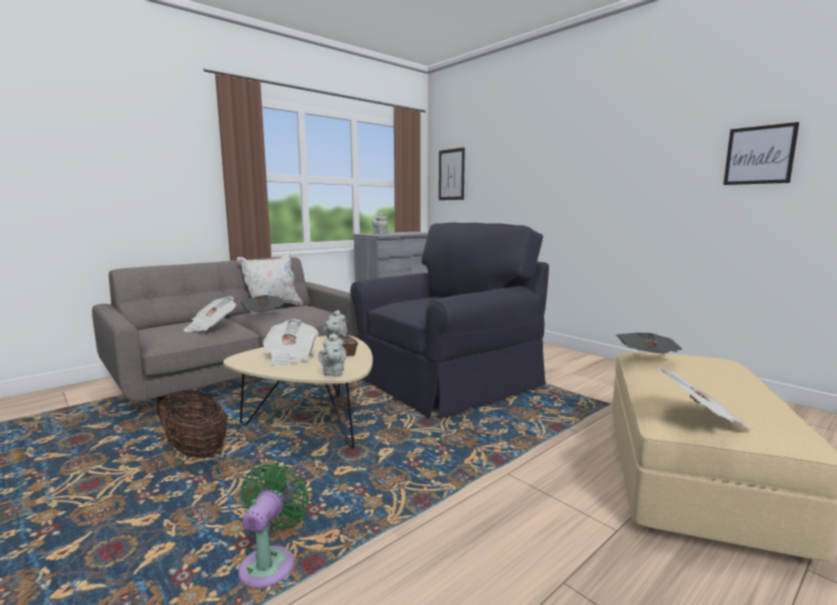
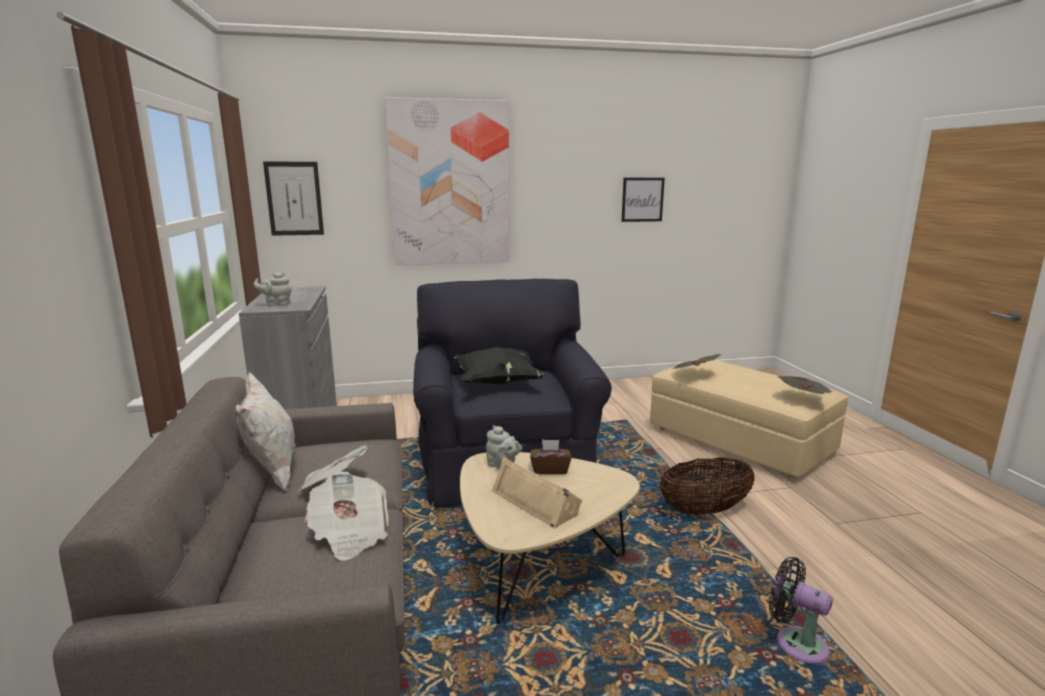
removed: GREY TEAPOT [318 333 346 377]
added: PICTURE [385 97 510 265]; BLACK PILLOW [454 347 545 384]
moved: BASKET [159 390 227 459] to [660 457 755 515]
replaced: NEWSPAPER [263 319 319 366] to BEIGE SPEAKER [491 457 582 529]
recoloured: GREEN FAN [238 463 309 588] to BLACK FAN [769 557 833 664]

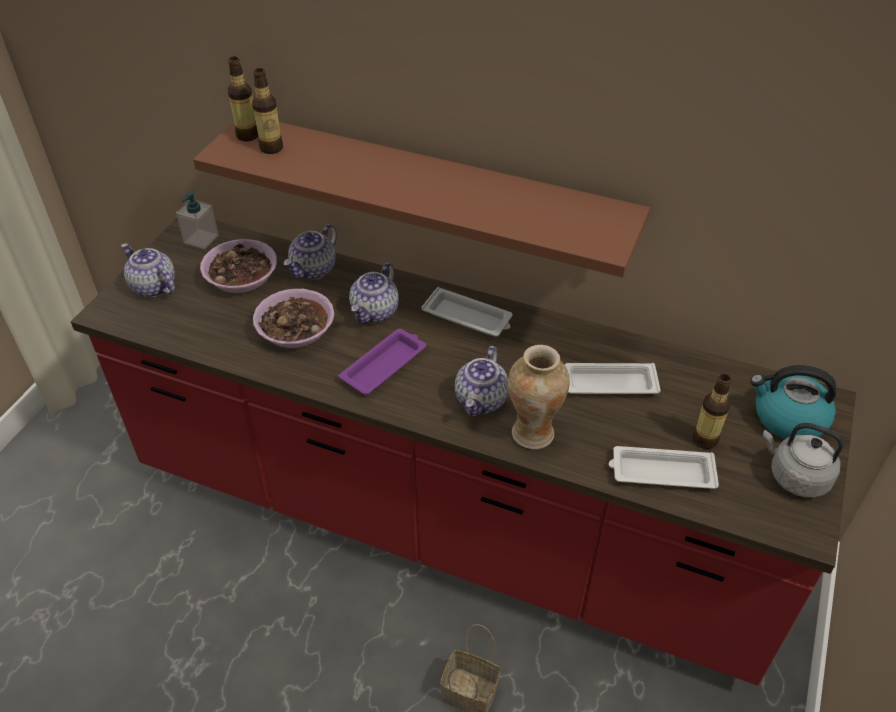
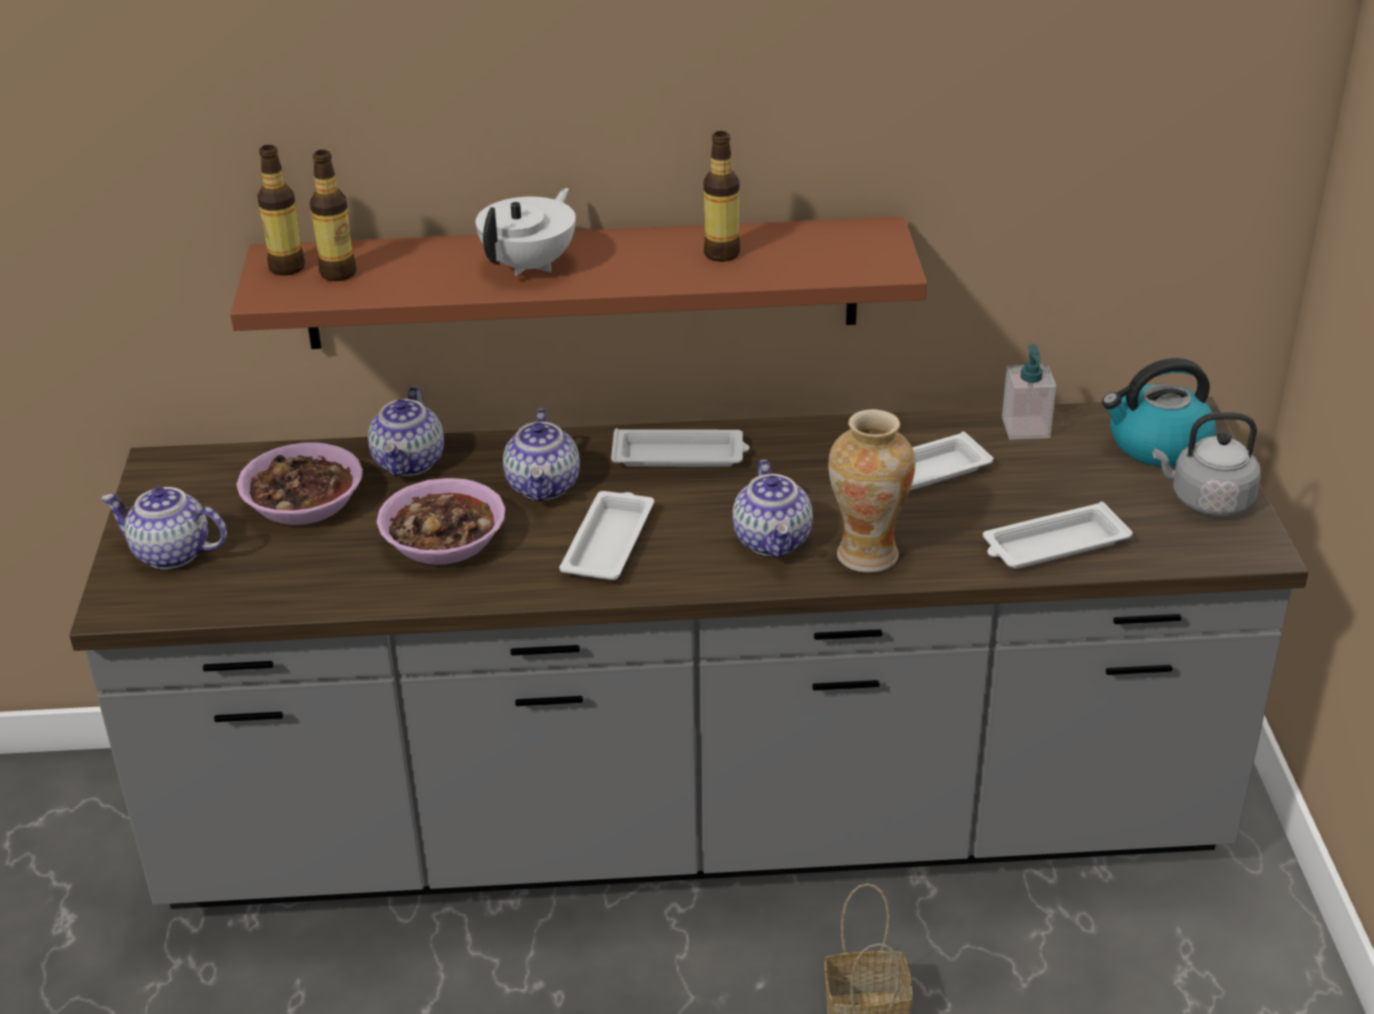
added: WHITE TEAPOT [476 188 576 276]
moved: BOTTLE [692 374 731 449] to [704 131 740 262]; SOAP DISPENSER [176 190 219 249] to [1002 344 1056 440]
recoloured: RED COUNTER [71 218 856 686] to GREY COUNTER [69 397 1308 909]; PURPLE TRAY [338 329 426 395] to WHITE TRAY [559 491 654 580]

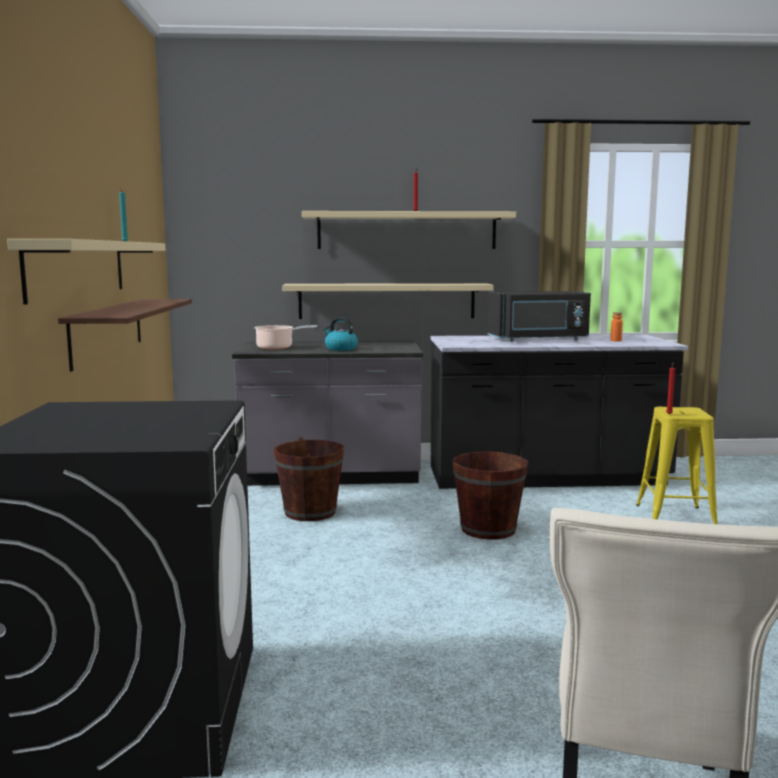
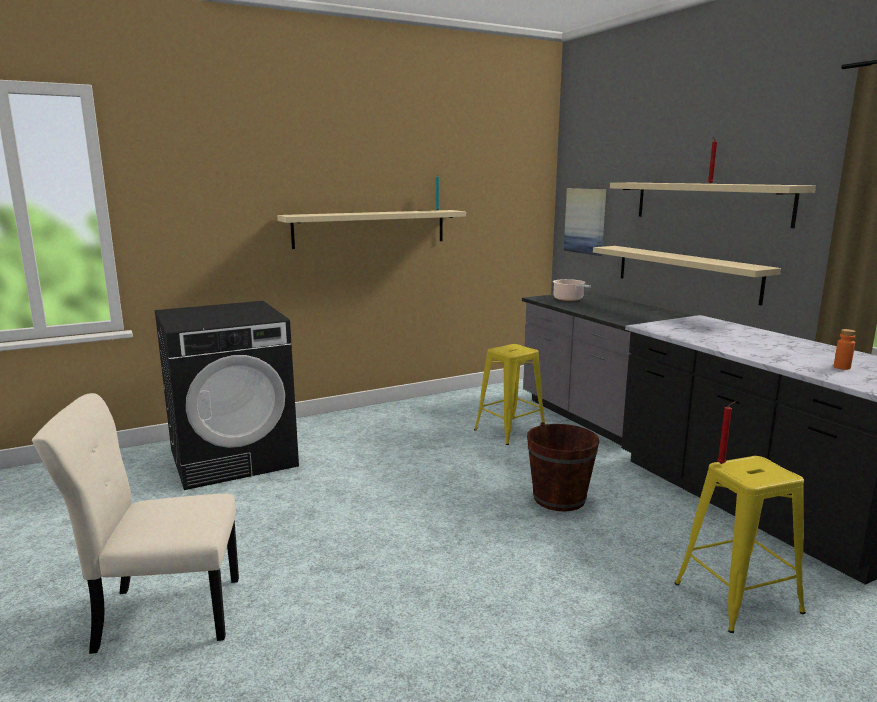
removed: SHELF [58 299 192 372]; KETTLE [324 317 358 351]; BLACK MICROWAVE [488 291 591 341]
added: PICTURE [564 188 606 256]
replaced: BROWN BUCKET [274 437 344 521] to YELLOW STOOL [474 344 545 445]

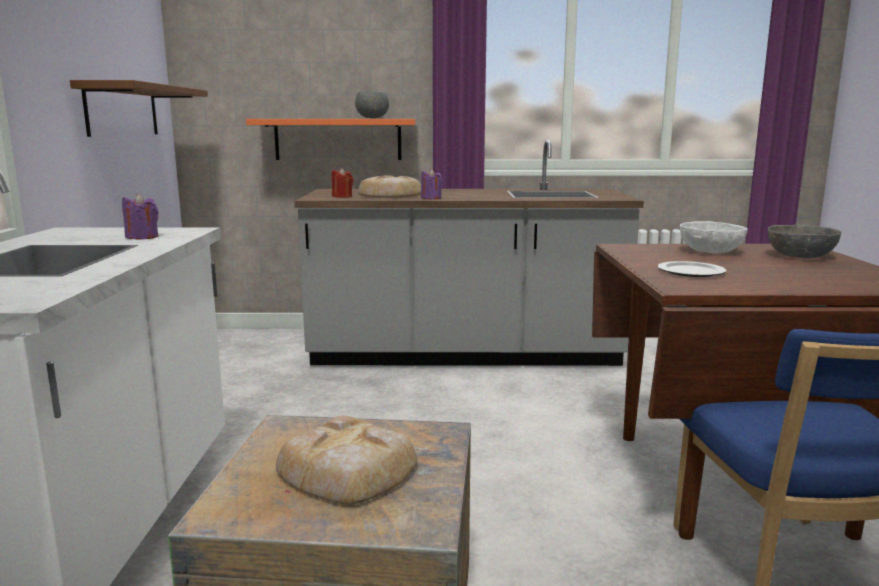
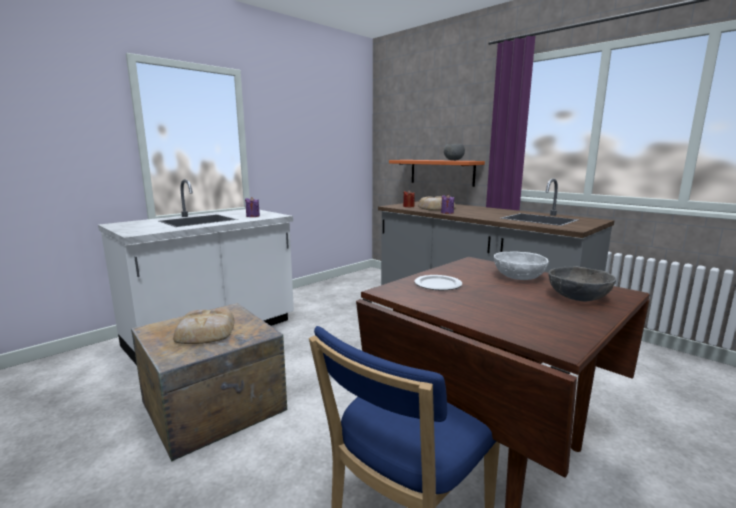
removed: BROWN SHELF [70 80 208 137]

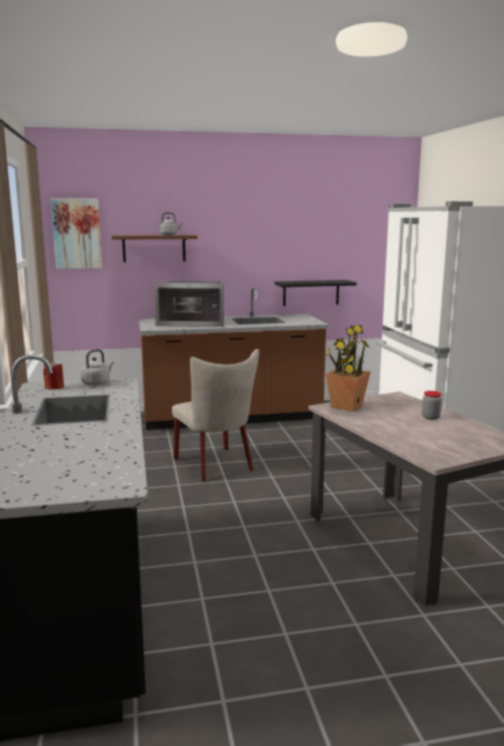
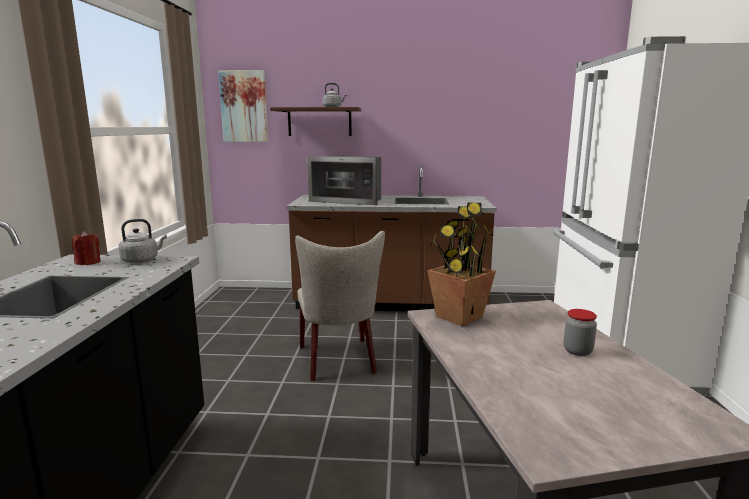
removed: BLACK SHELF [275 280 357 306]

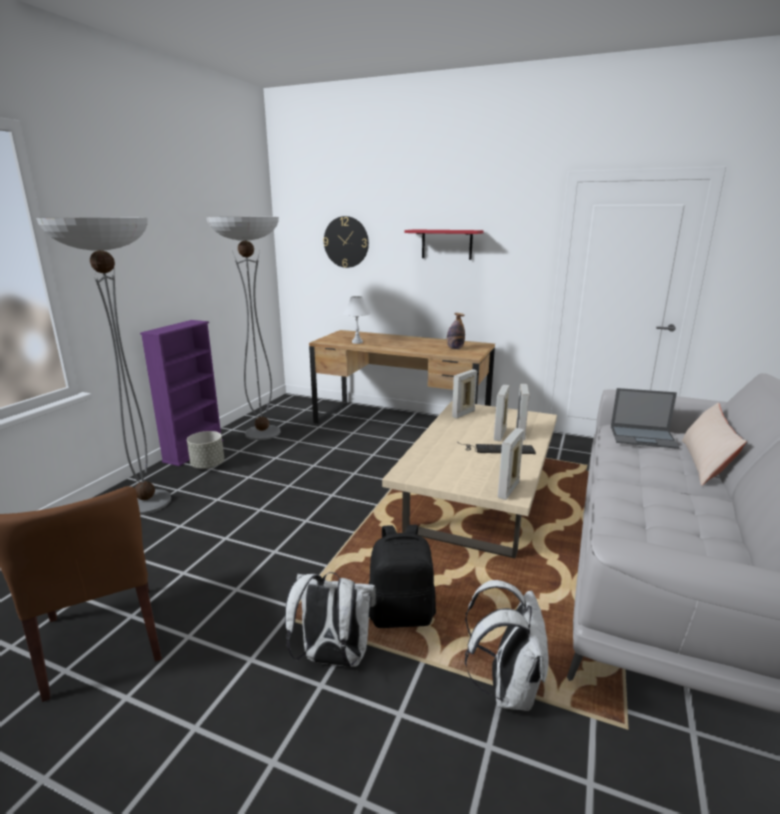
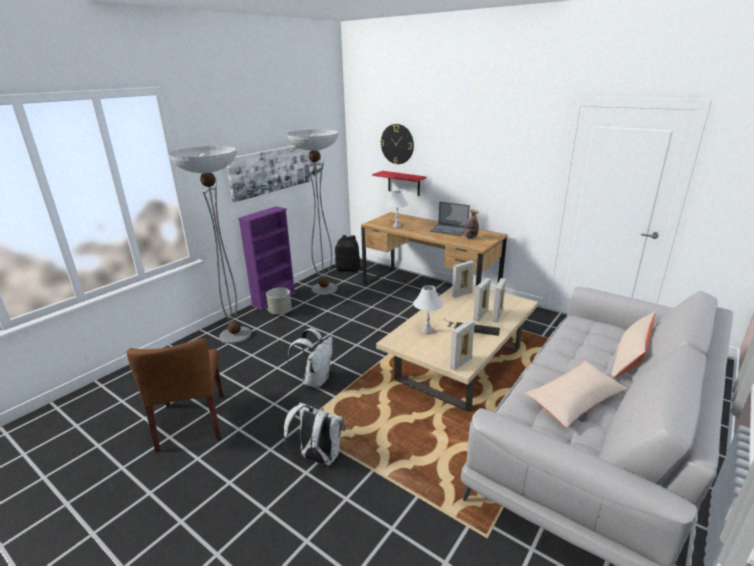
added: PICTURE [227 146 322 203]; WHITE TABLE LAMP [413 285 443 334]; BEIGE PILLOW [525 360 628 428]
moved: WHITE BACKPACK [465 580 549 711] to [287 328 332 388]; BLACK BACKPACK [369 525 436 628] to [335 235 361 272]; RED SHELF [404 229 484 260] to [372 171 426 196]; LAPTOP [611 388 679 449] to [430 202 470 236]

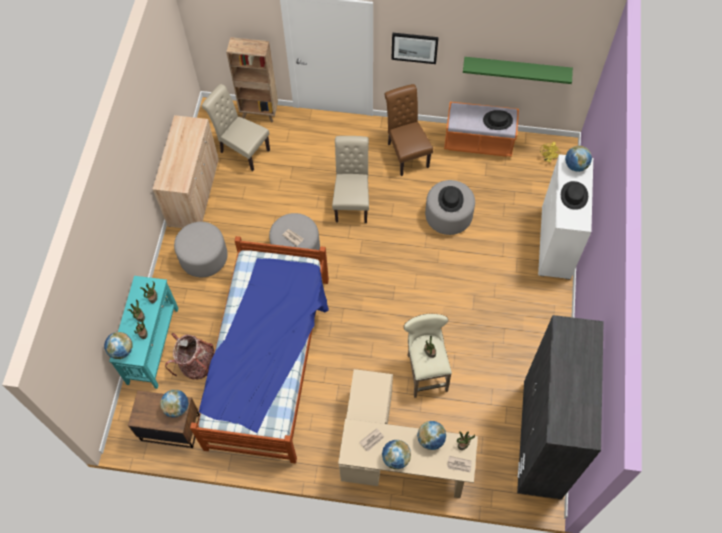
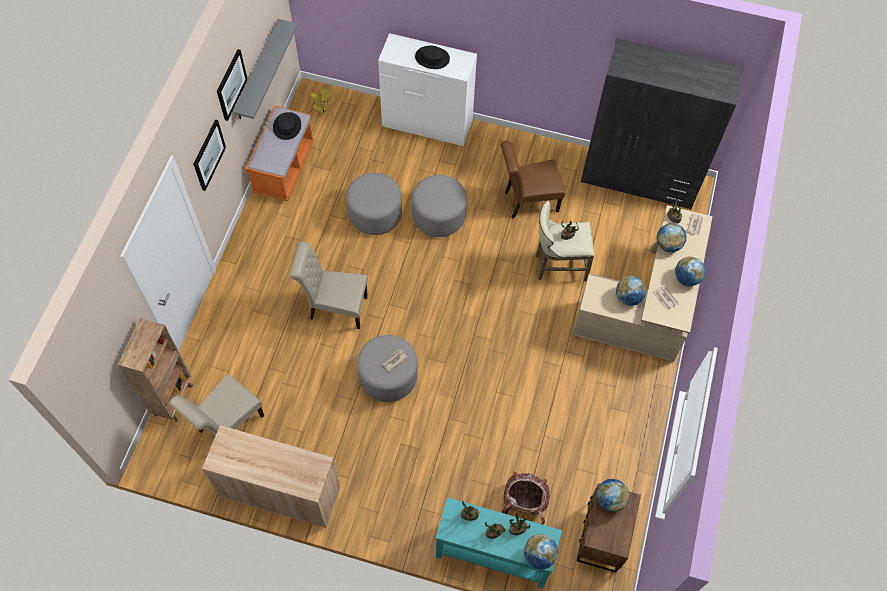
removed: BED [190 236 329 463]; BLACK HAT [438 186 464 212]
added: PICTURE [217 49 248 121]
moved: GREY OTTOMAN [174 222 228 277] to [412 175 467 237]; BROWN CHAIR [385 84 433 176] to [501 141 565 219]; GLOBE [565 145 592 172] to [616 276 646 306]
recoloured: GREEN SHELF [463 57 573 84] to GREY SHELF [233 19 298 119]

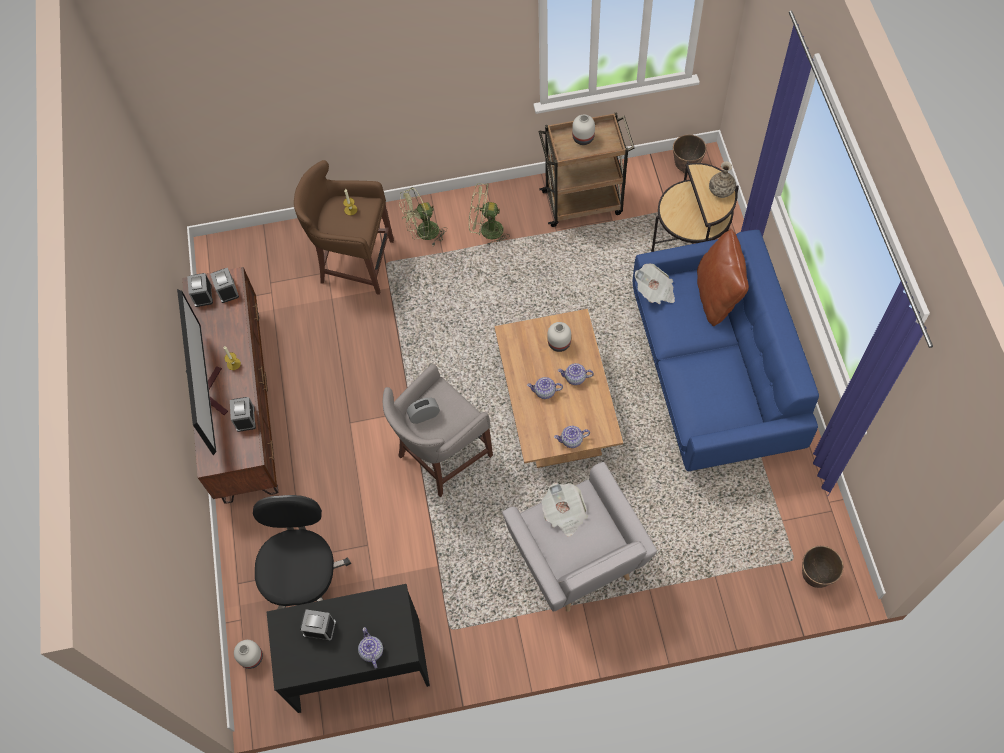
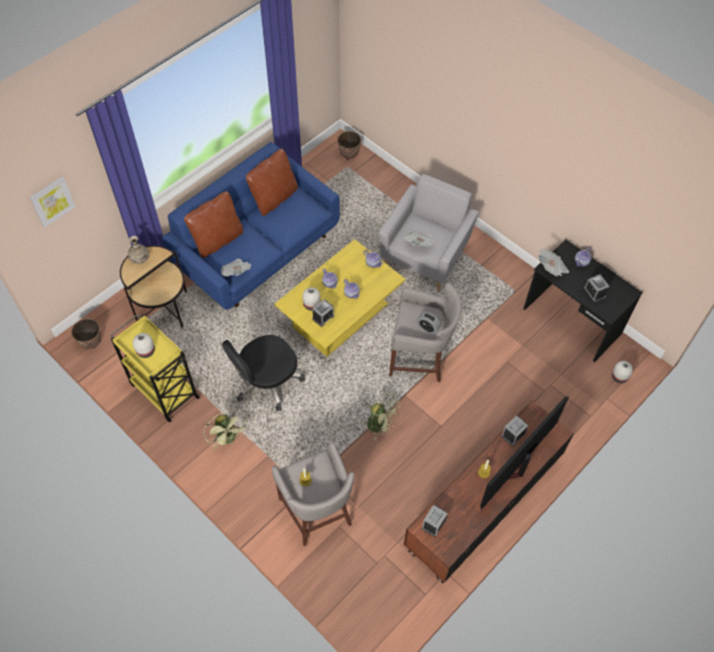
added: PICTURE [29 176 76 228]; BROWN PILLOW [246 149 298 216]; NEWSPAPER [537 249 569 277]
moved: BLACK OFFICE CHAIR [253 495 351 609] to [222 335 305 411]; ALARM CLOCK [187 273 213 307] to [312 299 335 327]; GREEN FAN [399 187 447 246] to [367 391 401 441]
recoloured: BROWN CART [539 113 635 227] to YELLOW CART [110 314 200 422]; BROWN STOOL [294 160 394 295] to GREY STOOL [272 441 354 546]; BROWN COFFEE TABLE [494 309 623 468] to YELLOW COFFEE TABLE [274 239 406 357]

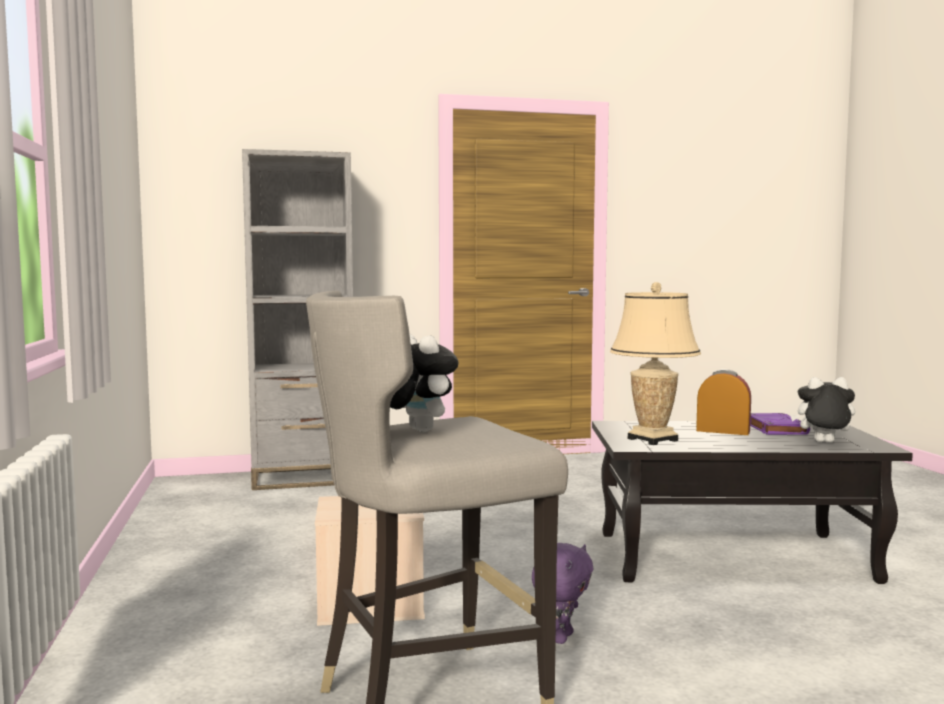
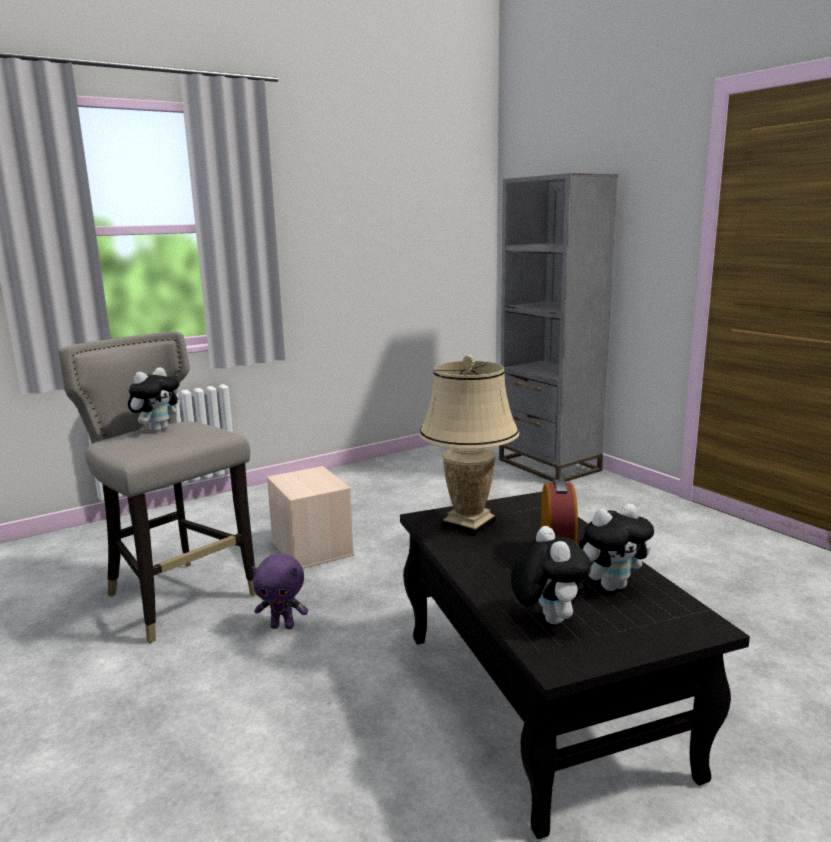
replaced: PURPLE BOOK [750 413 810 435] to PLUSH TOY [579 504 654 591]

